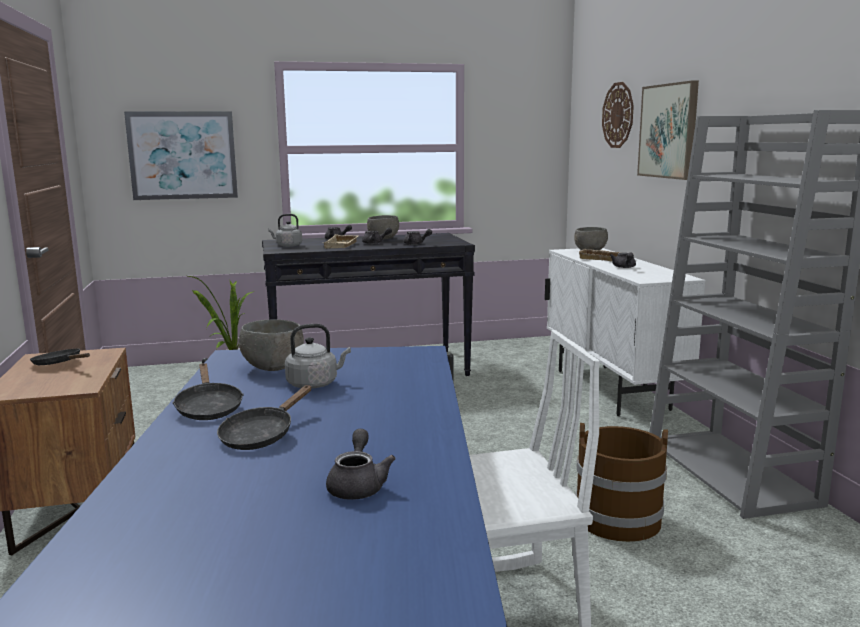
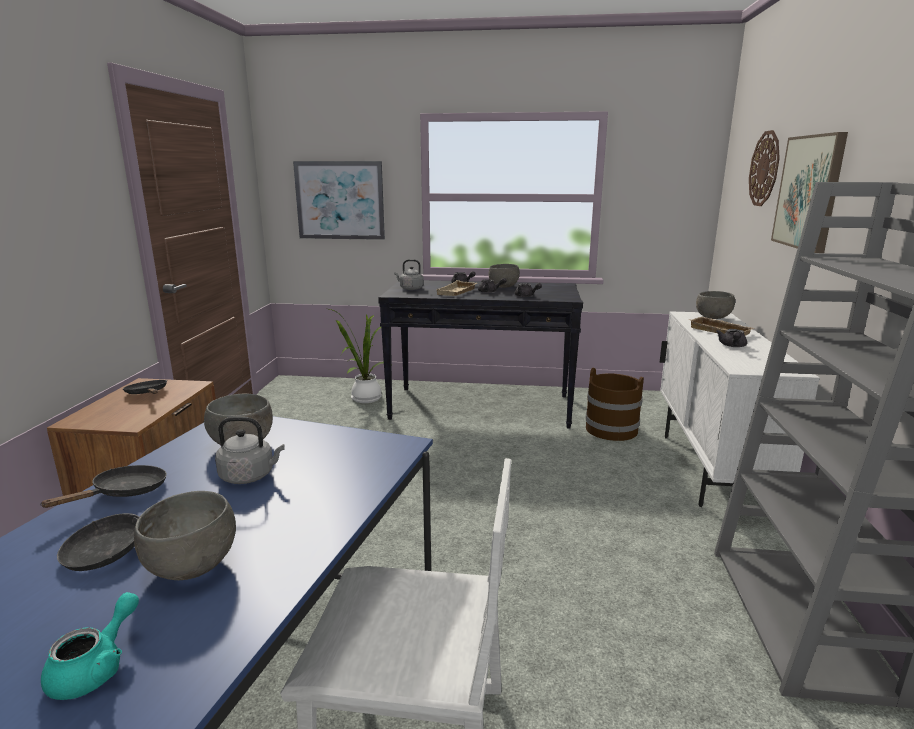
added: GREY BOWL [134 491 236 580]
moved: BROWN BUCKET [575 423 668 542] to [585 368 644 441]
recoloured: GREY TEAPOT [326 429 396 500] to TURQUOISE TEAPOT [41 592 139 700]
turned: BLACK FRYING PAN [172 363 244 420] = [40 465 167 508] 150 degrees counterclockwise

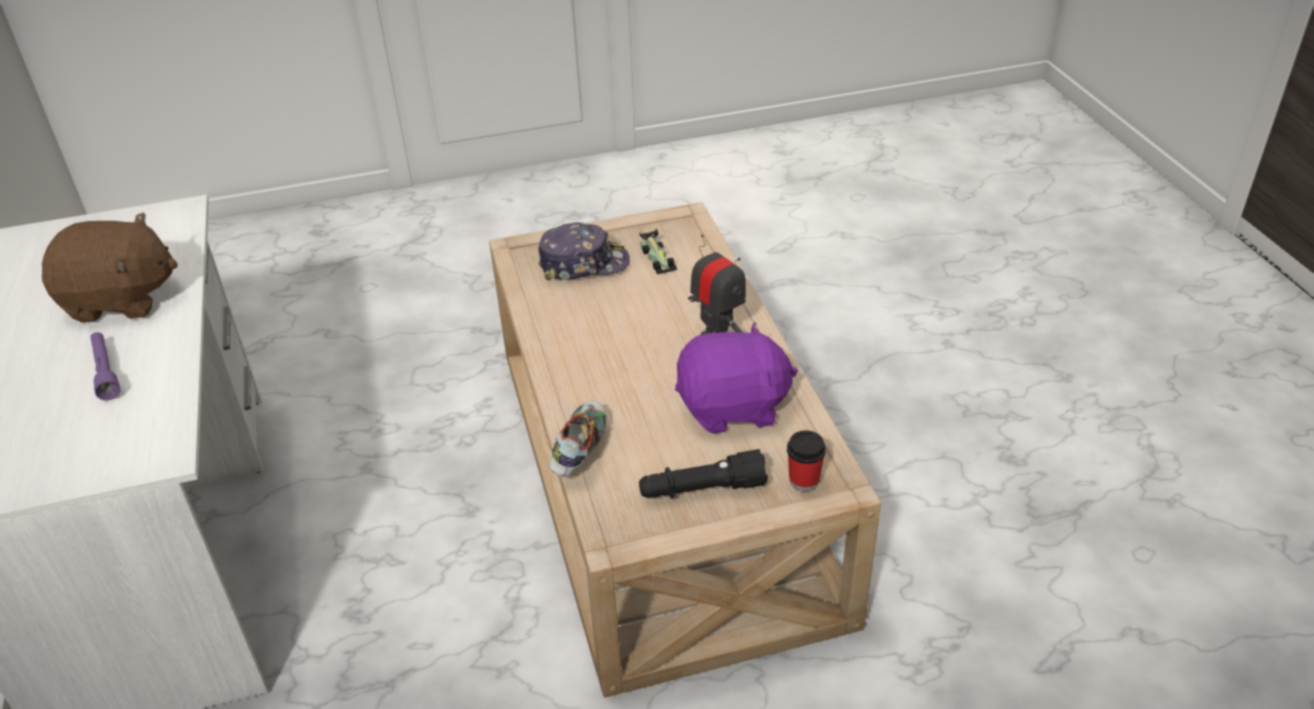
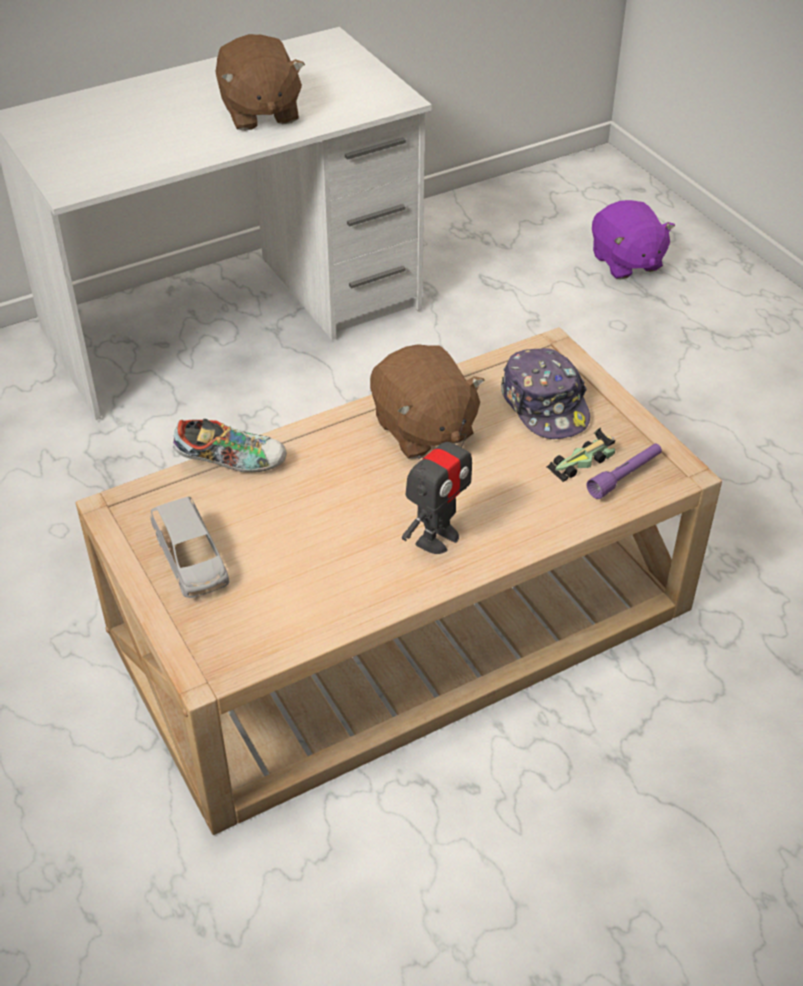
removed: CUP [787 430 826 491]
added: BROWN PLUSH TOY [370 344 485 459]
moved: PURPLE FLASHLIGHT [90 332 121 401] to [586 443 662 499]; PURPLE PLUSH TOY [675 322 798 434] to [592 200 675 279]
replaced: BLACK FLASHLIGHT [639 449 768 499] to GREY TOY CAR [150 497 229 598]

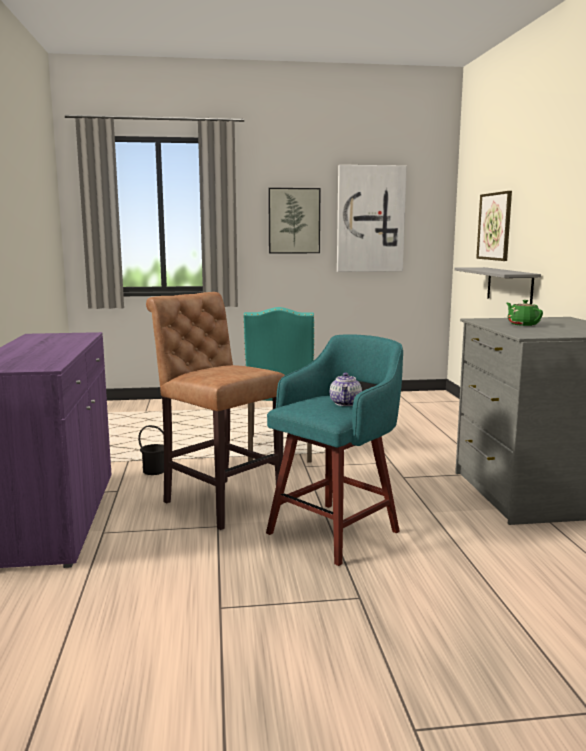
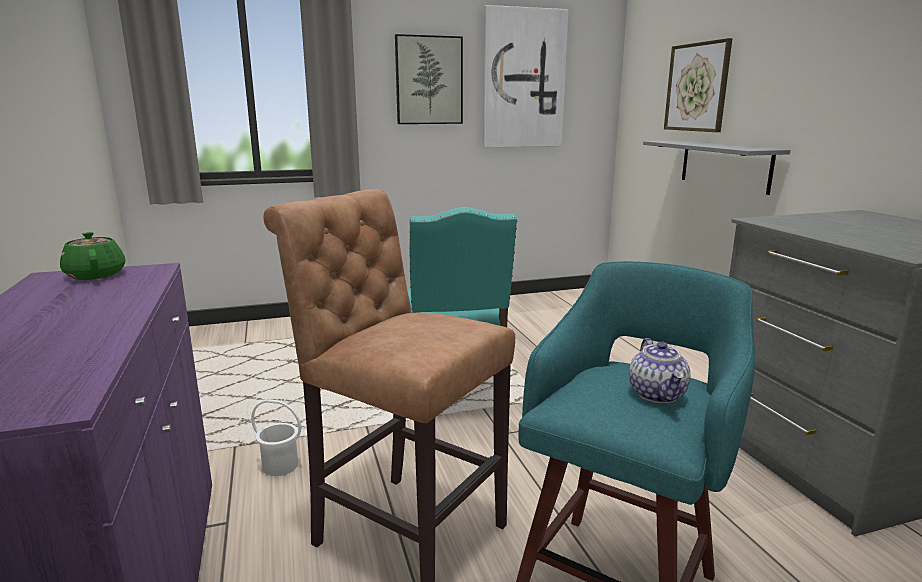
moved: GREEN TEAPOT [507 300 543 326] to [60 232 126 280]
recoloured: BLACK BUCKET [138 425 164 475] to WHITE BUCKET [251 399 301 476]

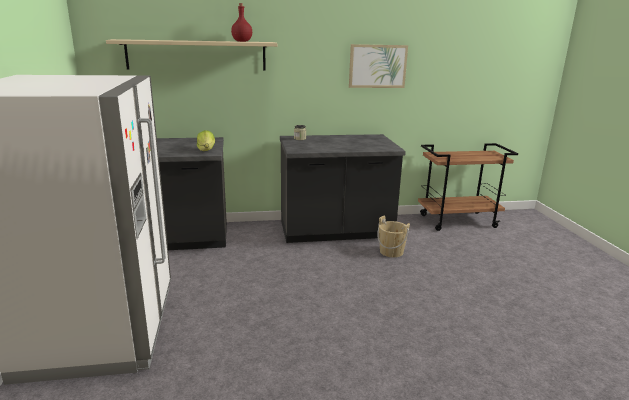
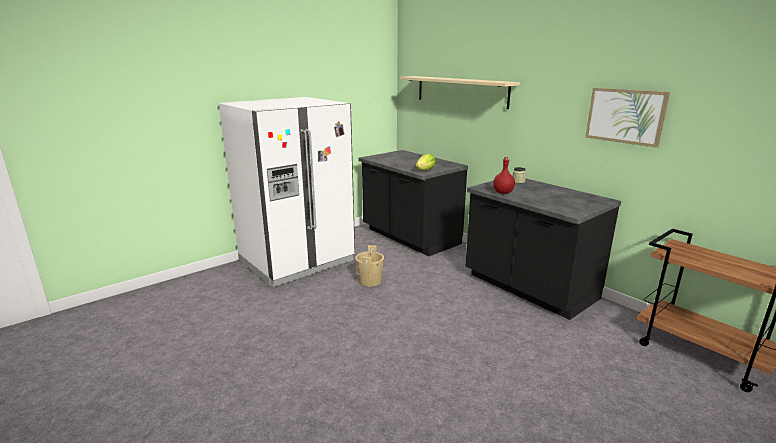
moved: BEIGE BUCKET [377 216 410 258] to [355 245 384 287]; RED BOTTLE [231 3 252 42] to [493 156 515 194]

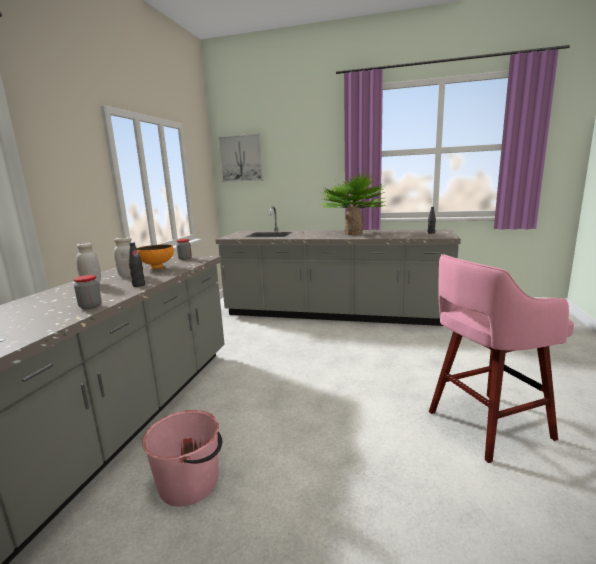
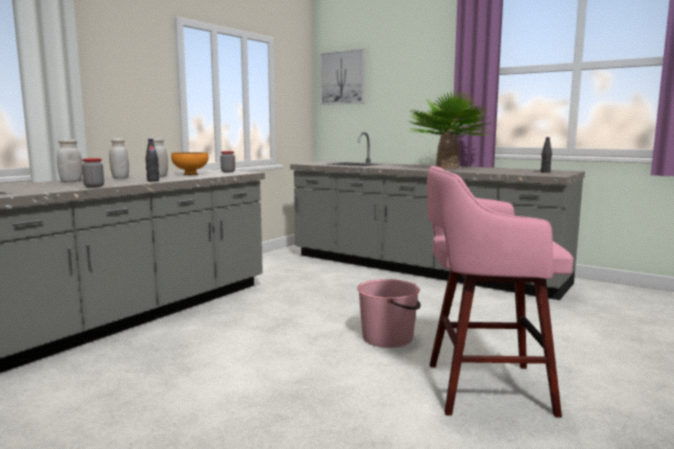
added: WHITE JAR [57 139 83 182]
moved: PINK BUCKET [142 410 222 507] to [357 279 421 348]

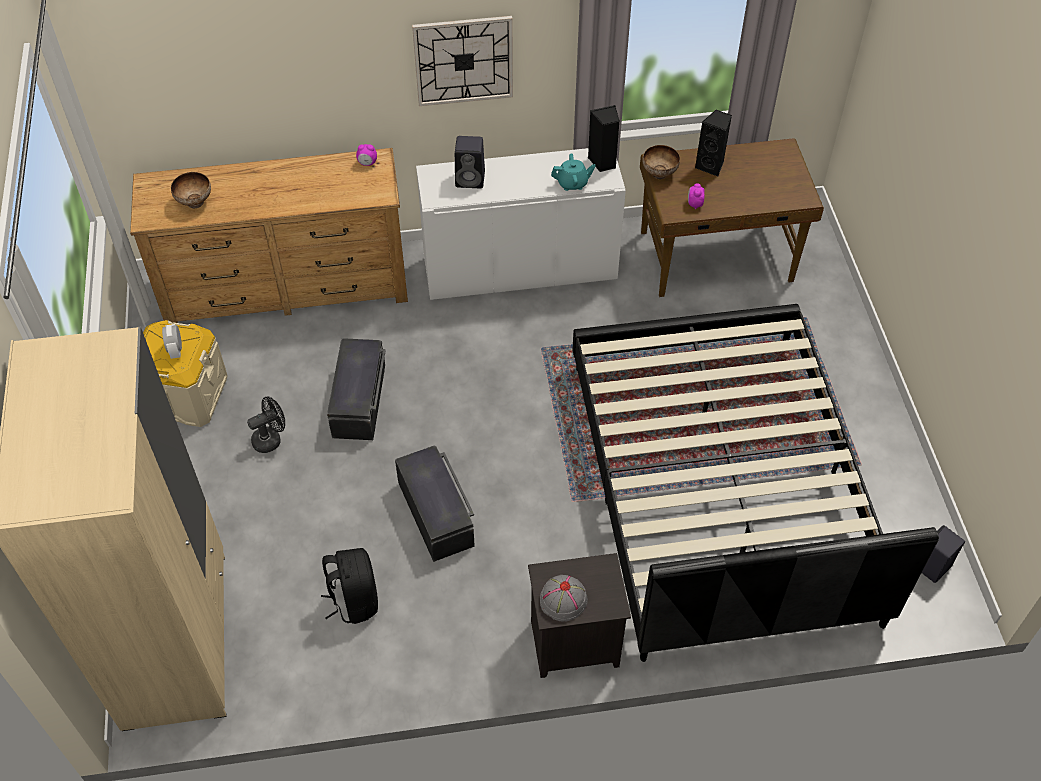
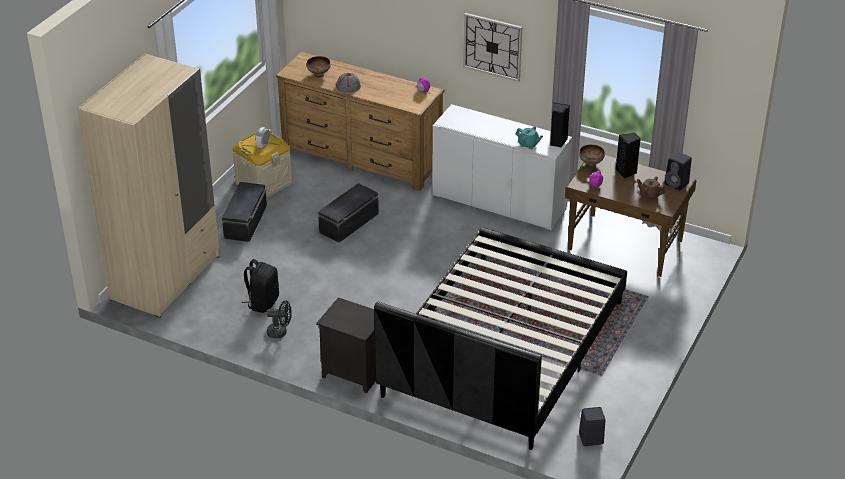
added: BROWN TEAPOT [637 177 665 201]
moved: BLACK STORAGE BOX [395 445 475 562] to [222 182 267 242]; BLACK FAN [247 396 285 453] to [267 300 292 339]; GREY HAT [540 575 588 622] to [336 73 361 93]; BLACK SPEAKER [455 136 485 188] to [664 152 692 191]

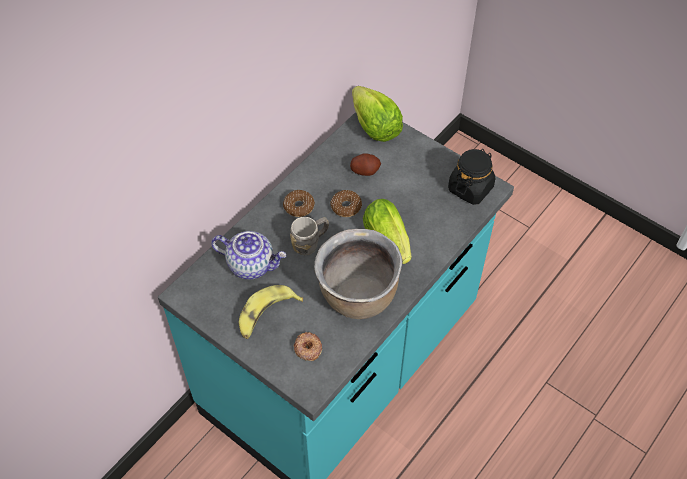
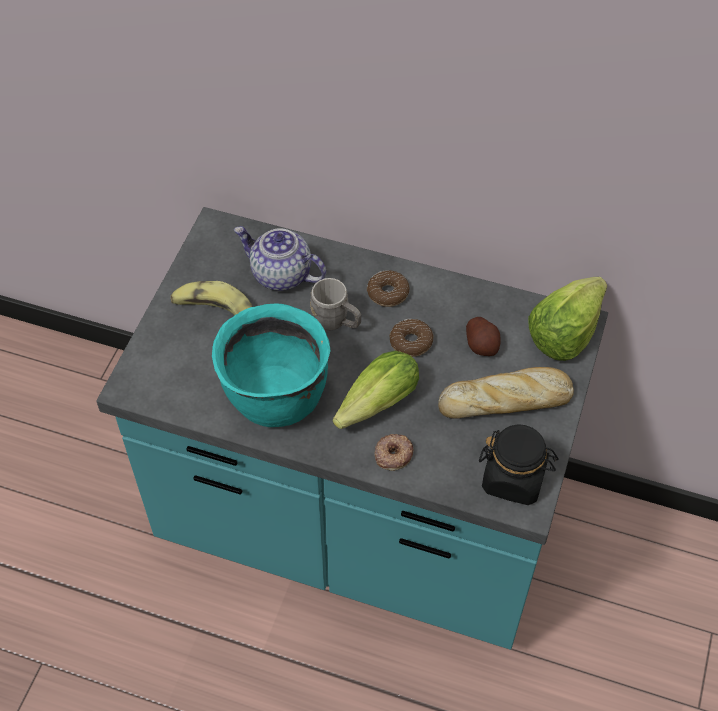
added: BREAD [438 367 574 419]
moved: DONUT [294 332 322 361] to [374 434 413 471]
recoloured: BROWN COOKING POT [314 229 402 319] to TURQUOISE COOKING POT [212 303 331 427]
turned: TEAPOT [211 231 287 280] = [234 226 326 291] 120 degrees clockwise

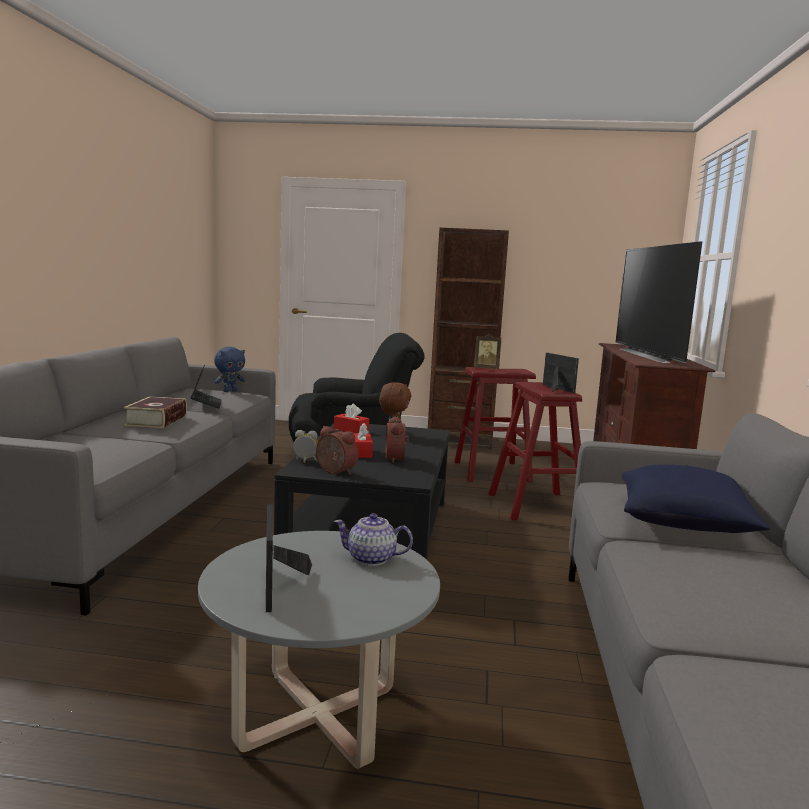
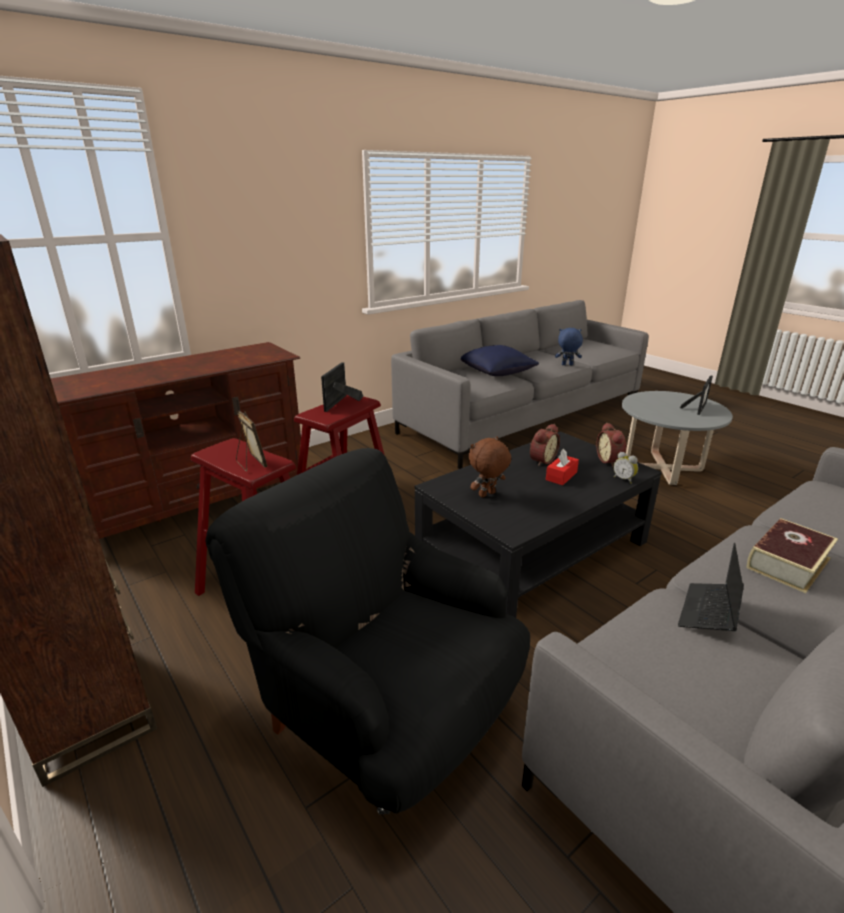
removed: RED TISSUE BOX [334 404 369 433]; TEAPOT [334 513 413 566]; TELEVISION [616 241 703 363]
moved: BLUE PLUSH TOY [214 347 245 392] to [555 328 583 365]

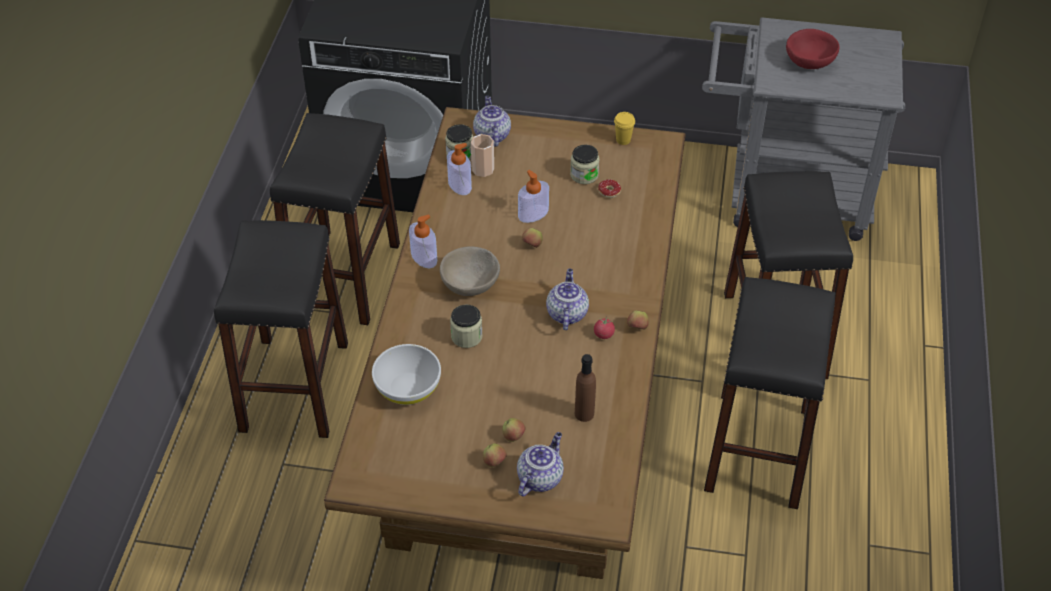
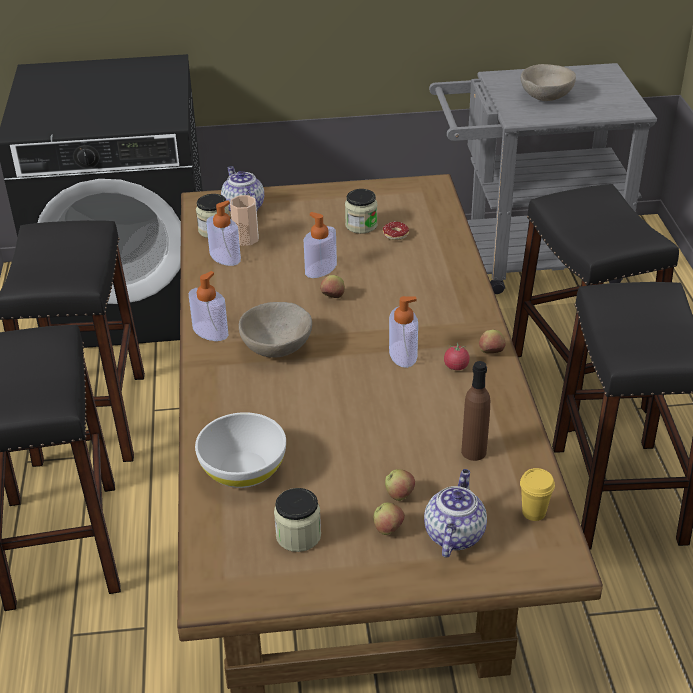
moved: JAR [450 305 483 348] to [274 488 321 552]; YELLOW CUP [614 112 635 145] to [520 468 555 521]
replaced: TEAPOT [546 269 589 330] to SOAP DISPENSER [389 296 418 368]
recoloured: RED BOWL [786 29 839 69] to BEIGE BOWL [521 64 576 101]

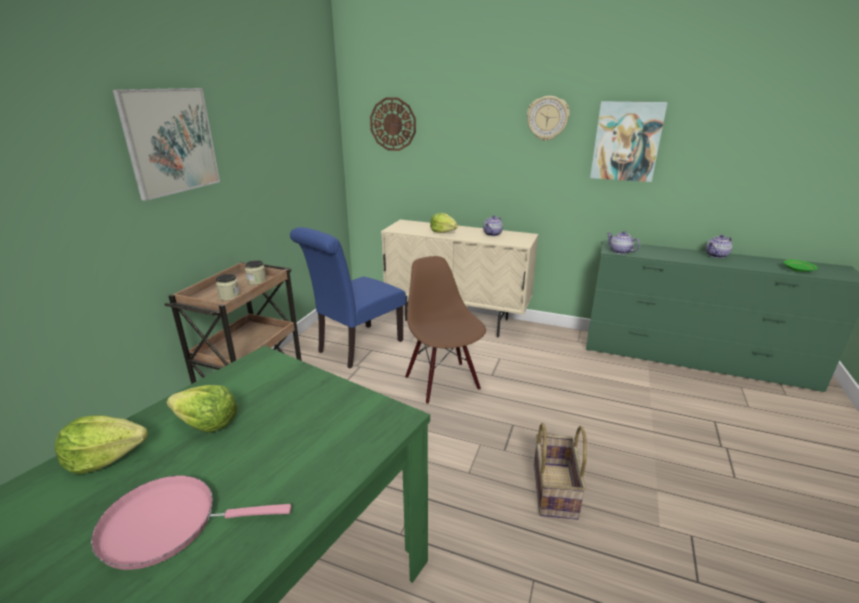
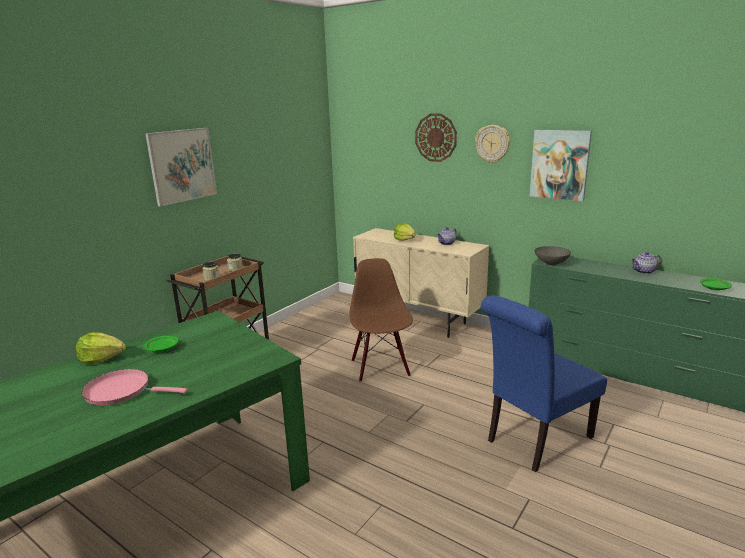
removed: BASKET [534 423 587 520]
moved: WALL CLOCK [370 97 416 151] to [415 114 457 162]; BLUE CHAIR [290 227 406 369] to [481 296 607 472]
replaced: LETTUCE [167 385 238 433] to GREEN PLATE [144 336 179 352]; TEAPOT [607 231 640 254] to GREY BOWL [535 246 571 265]

